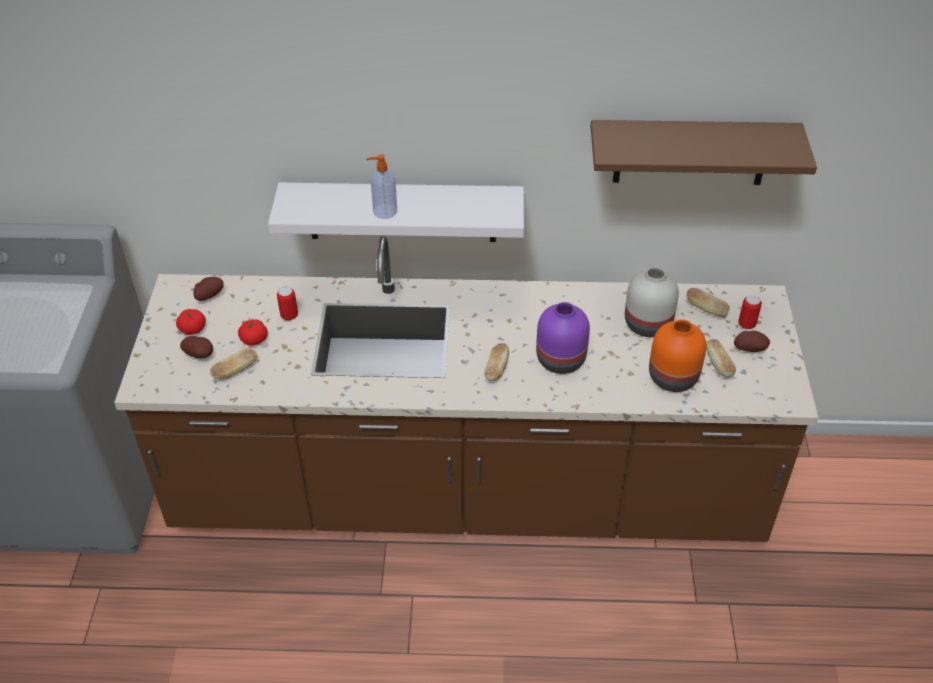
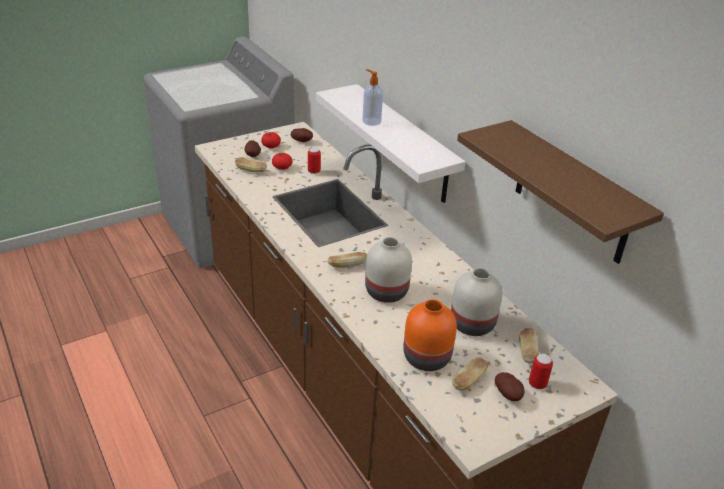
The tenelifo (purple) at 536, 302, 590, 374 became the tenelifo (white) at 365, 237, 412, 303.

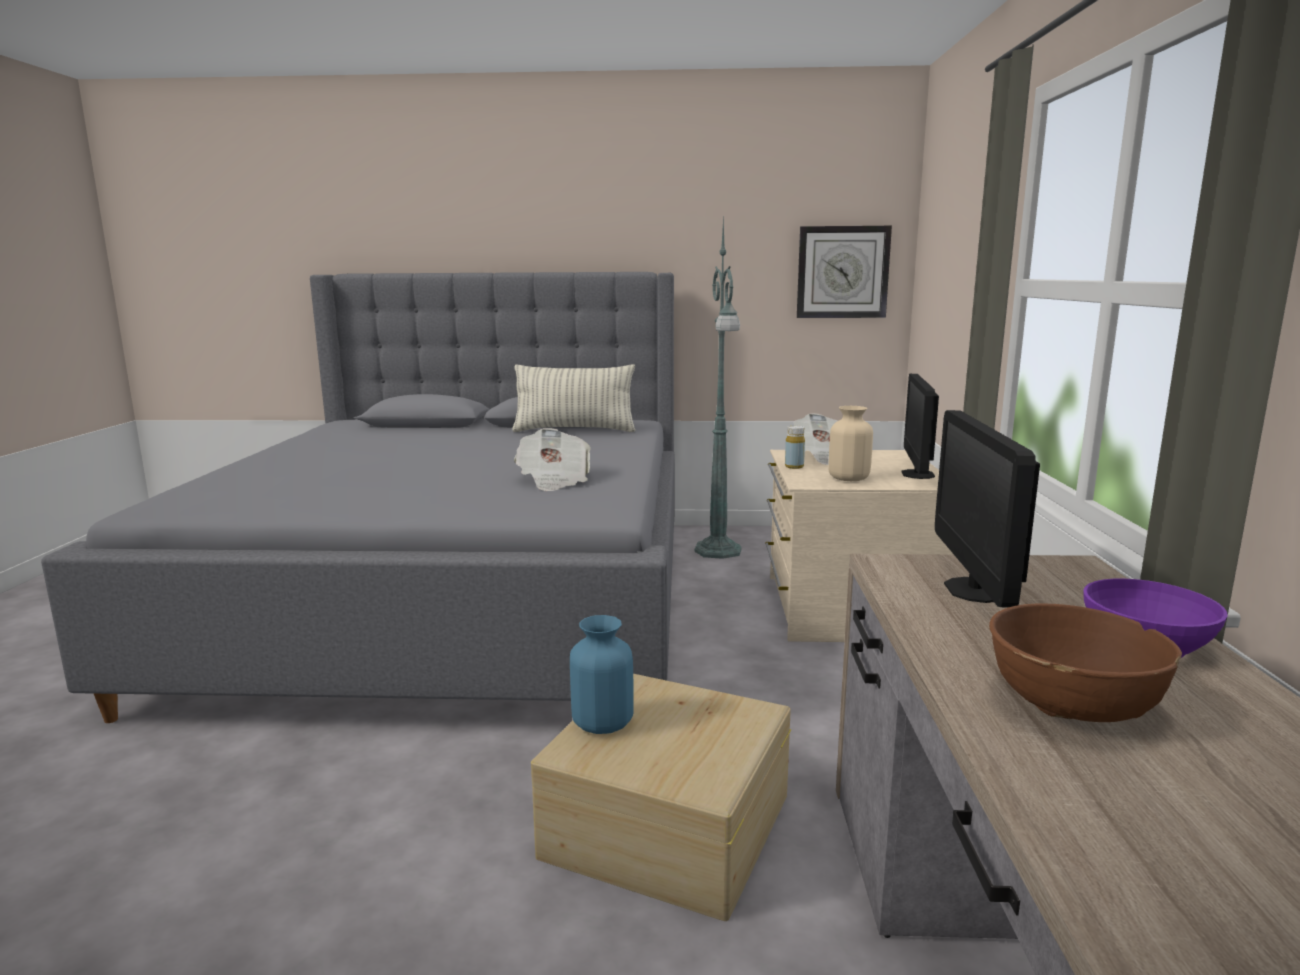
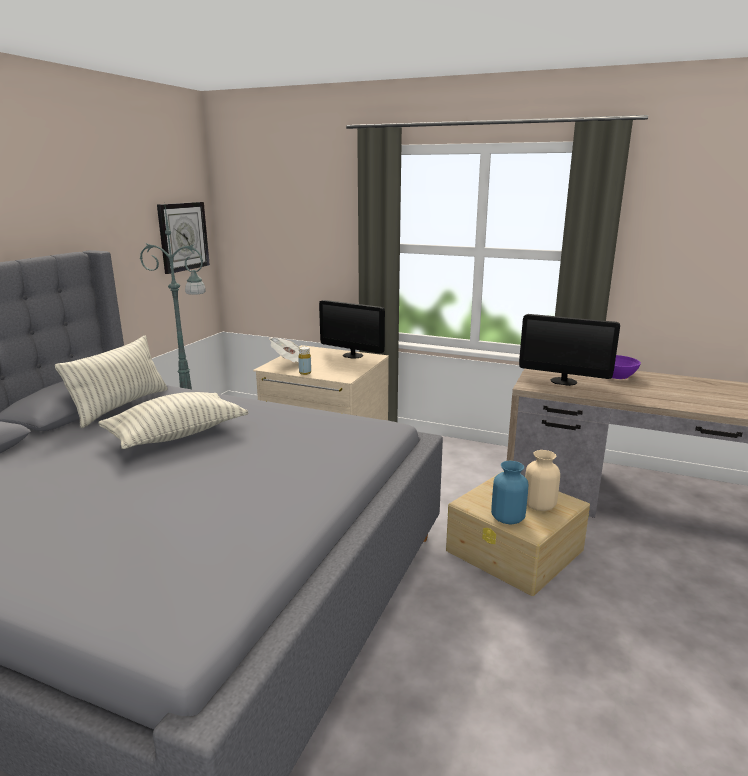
The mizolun at 514, 428, 591, 491 disappeared.
The tenelifo (beige) moved from 828, 406, 873, 481 to 525, 450, 560, 511.
The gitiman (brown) at 989, 603, 1182, 722 disappeared.
The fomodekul at 98, 392, 248, 449 appeared.

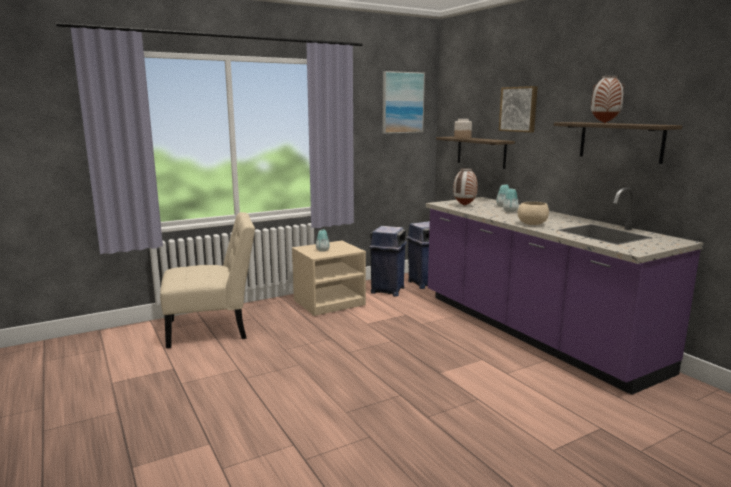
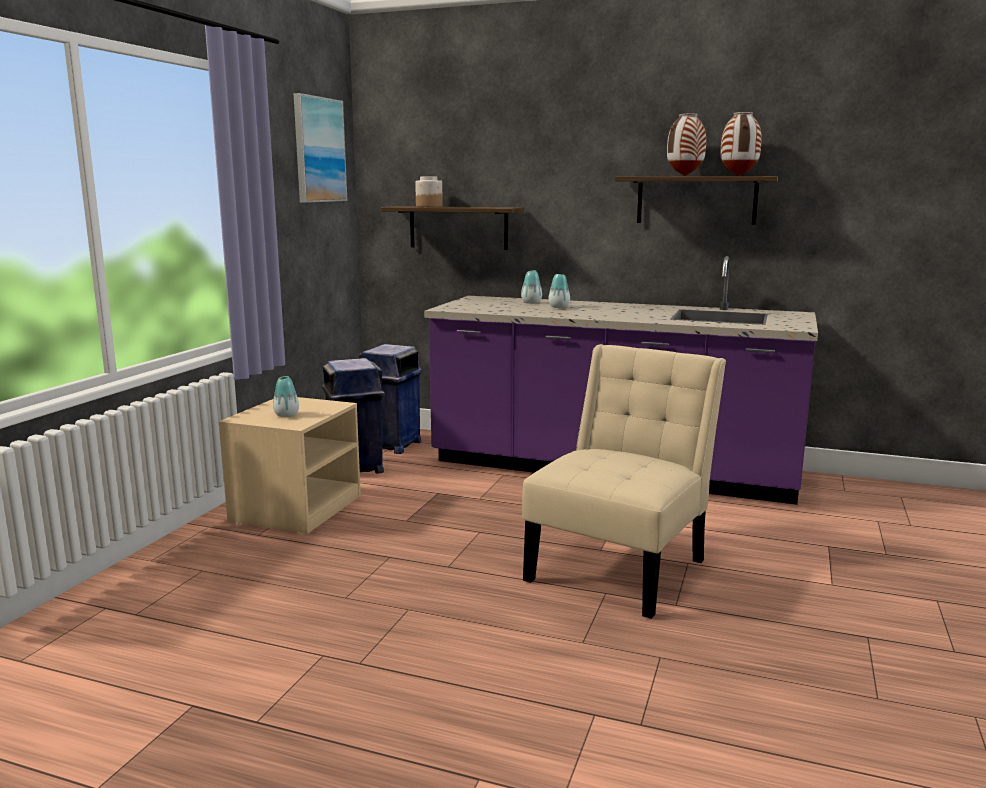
The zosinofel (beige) moved from 160, 212, 255, 348 to 522, 344, 726, 619.
The tenelifo moved from 453, 168, 478, 206 to 721, 112, 762, 176.
The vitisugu at 499, 86, 538, 133 disappeared.
The gitiman (beige) at 517, 202, 549, 225 disappeared.

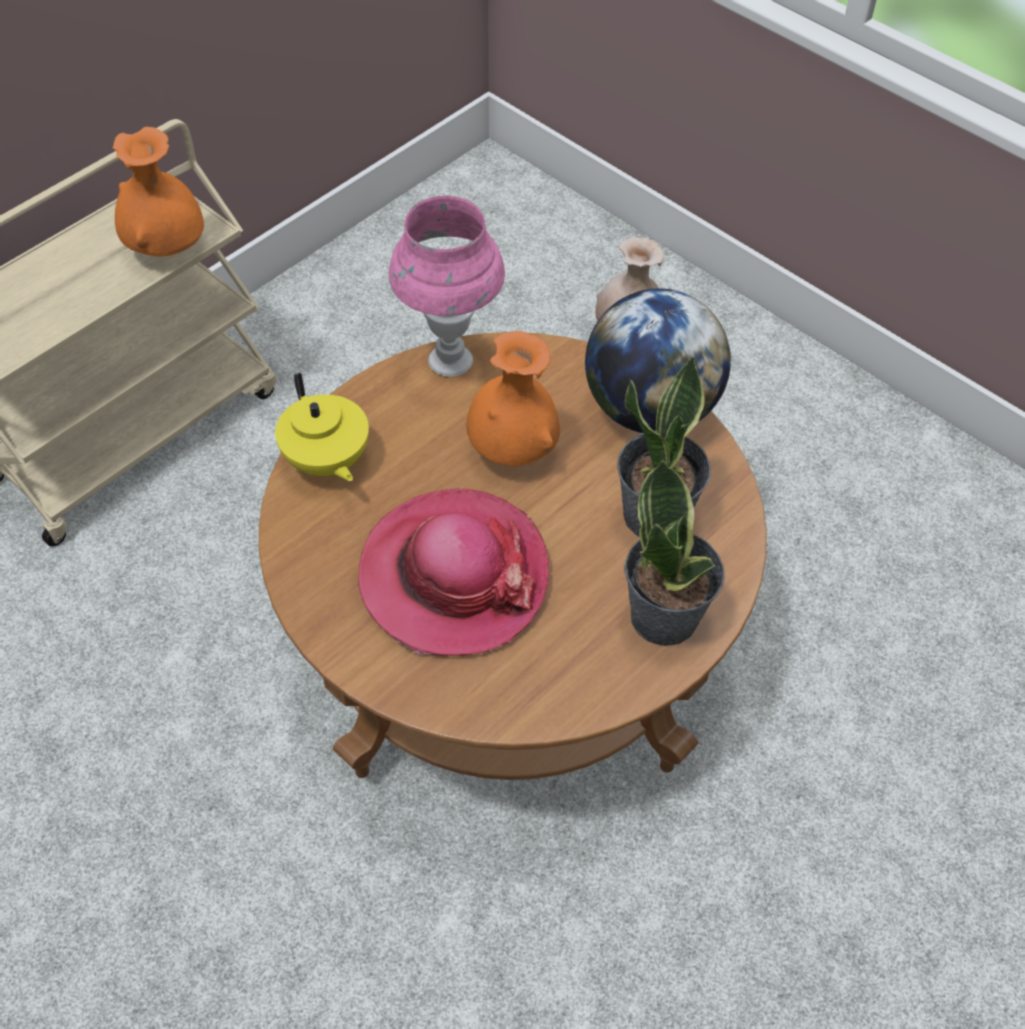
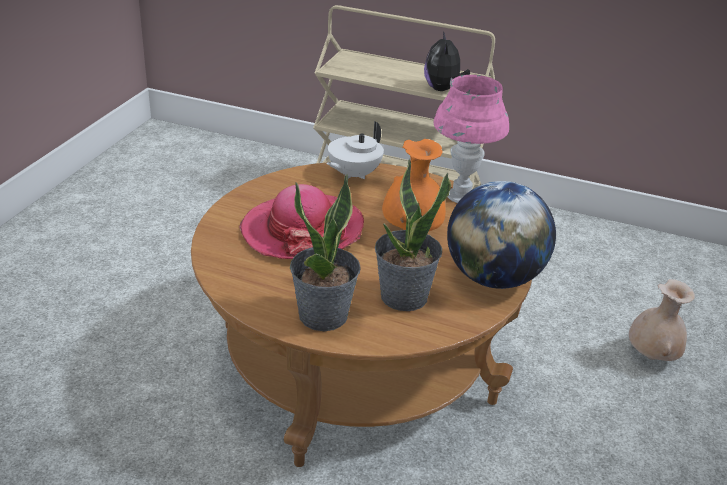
The tenelifo (orange) at 112, 127, 204, 256 was replaced by the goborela at 424, 31, 470, 91.
The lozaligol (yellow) at 275, 373, 369, 481 became the lozaligol (white) at 326, 121, 384, 179.

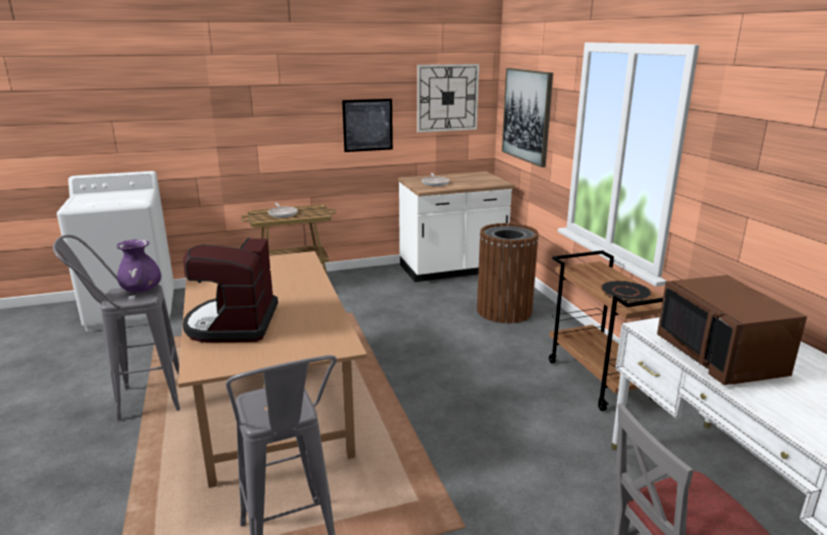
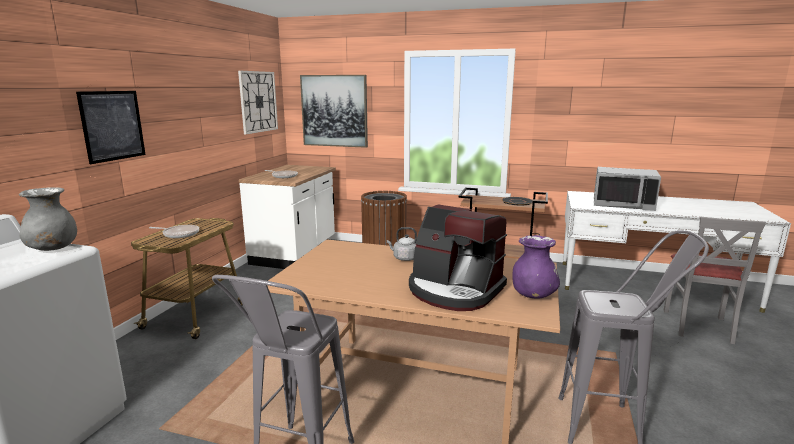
The tenelifo (purple) moved from 117, 239, 161, 292 to 512, 235, 560, 299.
The vitisugu moved from 342, 99, 393, 152 to 76, 91, 145, 164.
The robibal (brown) at 657, 275, 807, 385 became the robibal (grey) at 594, 167, 661, 211.
The tenelifo (grey) at 19, 187, 77, 251 appeared.
The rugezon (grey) at 387, 227, 417, 261 appeared.

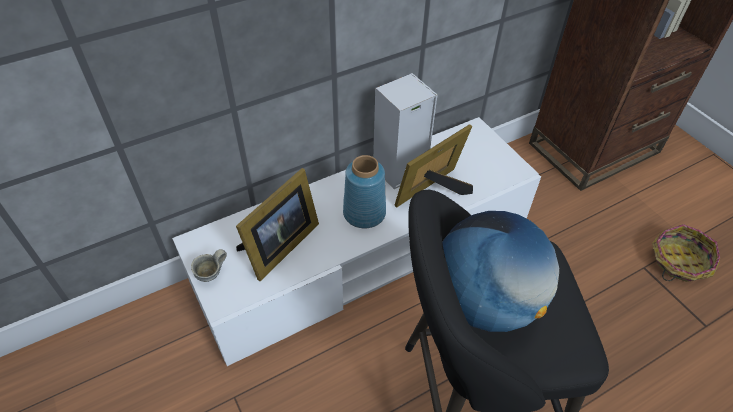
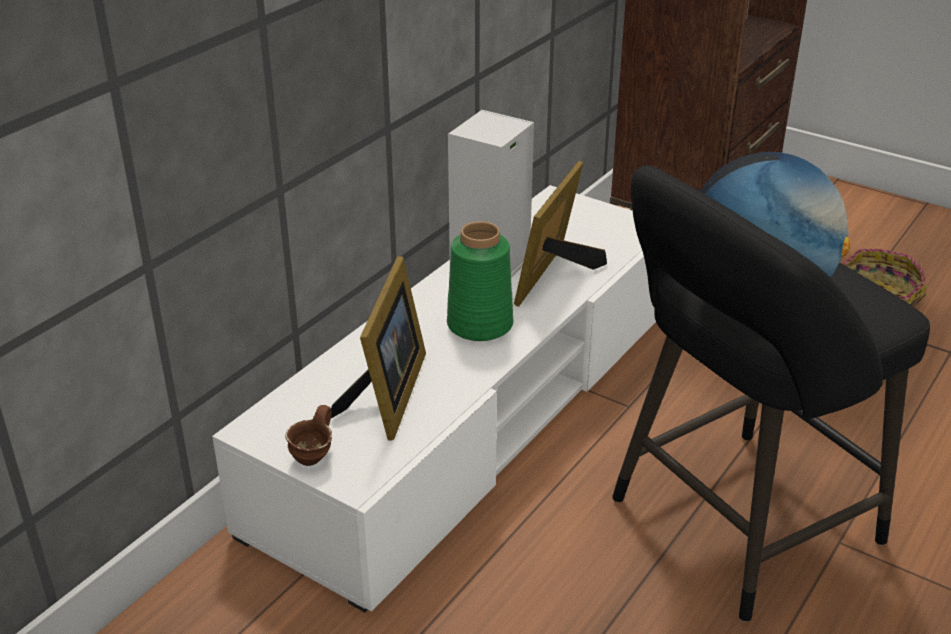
The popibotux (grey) at 191, 249, 227, 282 became the popibotux (brown) at 285, 405, 332, 466.
The tenelifo (blue) at 343, 155, 386, 228 became the tenelifo (green) at 447, 221, 513, 341.

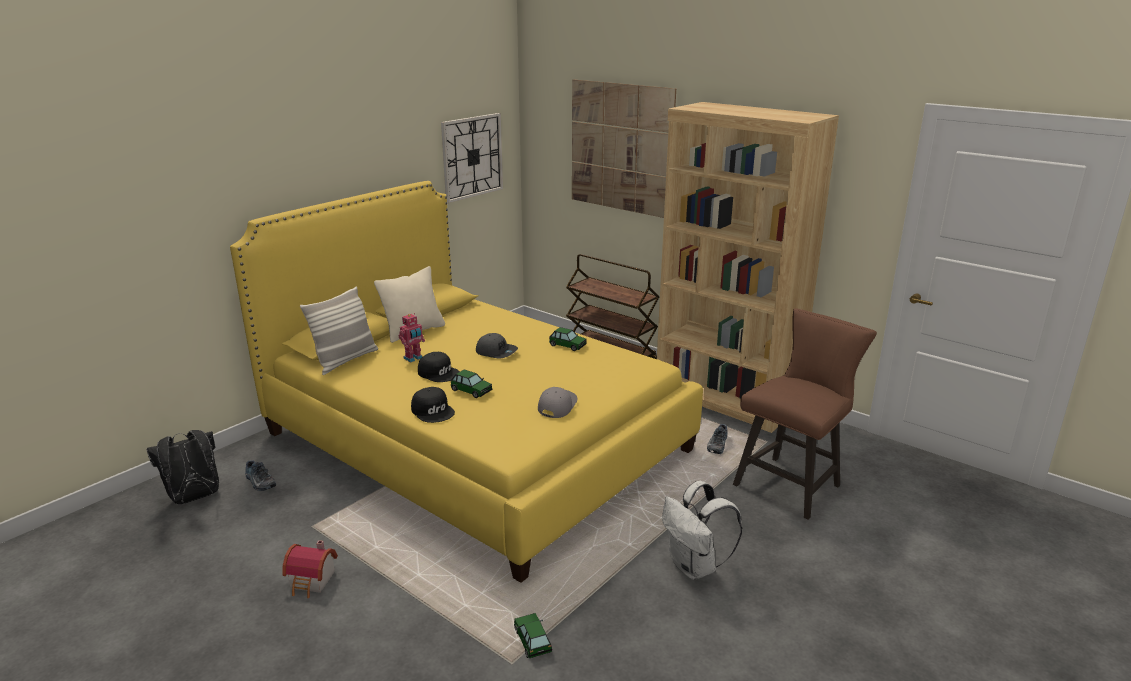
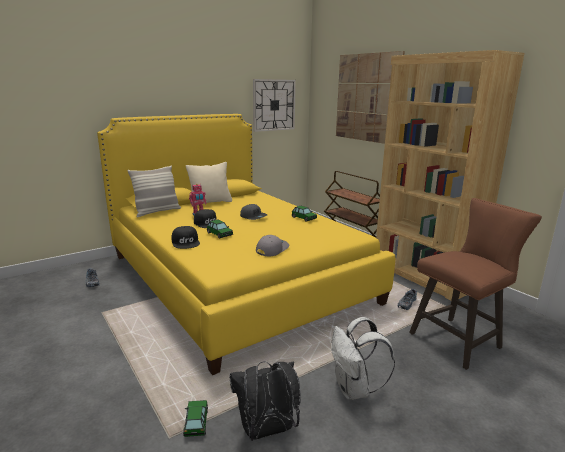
The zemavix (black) moved from 147, 430, 219, 504 to 229, 361, 301, 441.
The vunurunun at 282, 540, 338, 598 disappeared.

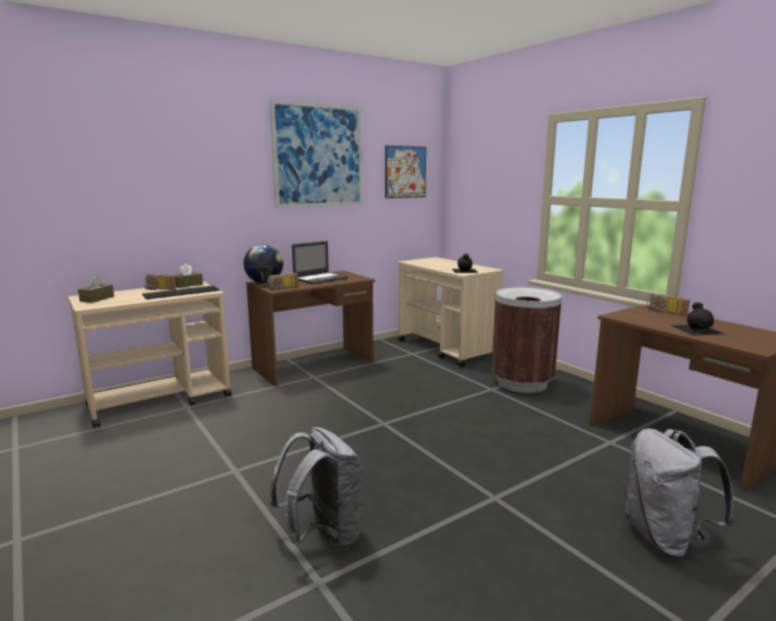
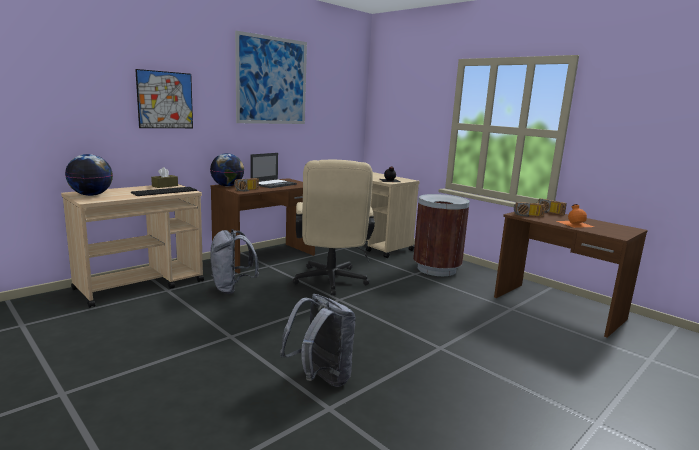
The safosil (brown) at 78, 275, 114, 303 was replaced by the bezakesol at 65, 154, 113, 196.
The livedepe moved from 144, 274, 176, 290 to 514, 202, 545, 217.
The vitisugu moved from 385, 146, 426, 198 to 135, 69, 193, 128.
The zemavix (grey) moved from 625, 428, 734, 558 to 210, 229, 259, 294.
The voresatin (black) at 670, 302, 725, 336 became the voresatin (orange) at 557, 204, 594, 228.
The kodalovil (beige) at 293, 160, 375, 295 appeared.

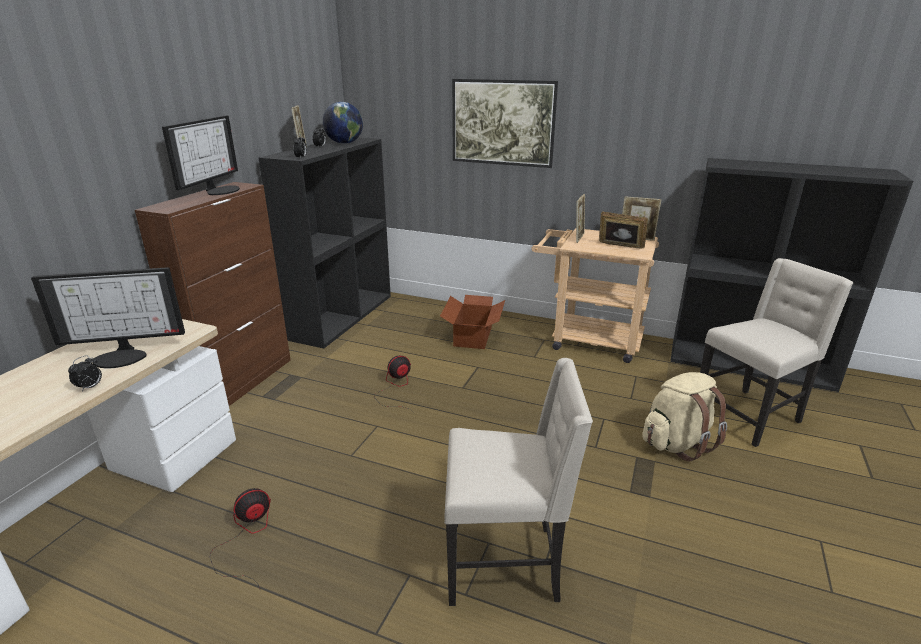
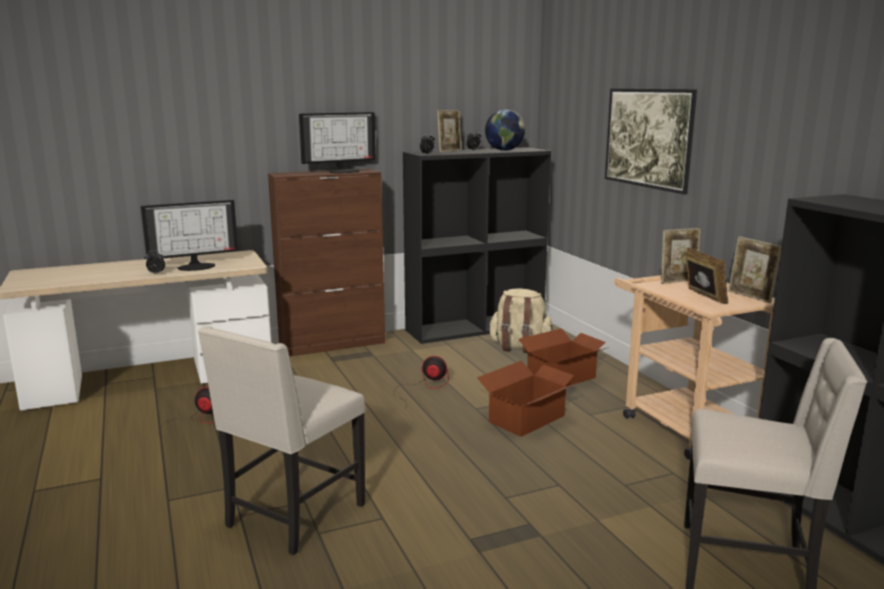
The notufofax at 31, 267, 185, 368 turned 60 degrees counterclockwise.
The zosinofel (beige) at 444, 358, 593, 606 turned 75 degrees clockwise.
The zemavix (beige) moved from 642, 372, 727, 461 to 488, 288, 553, 353.
The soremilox at 477, 361, 580, 437 appeared.

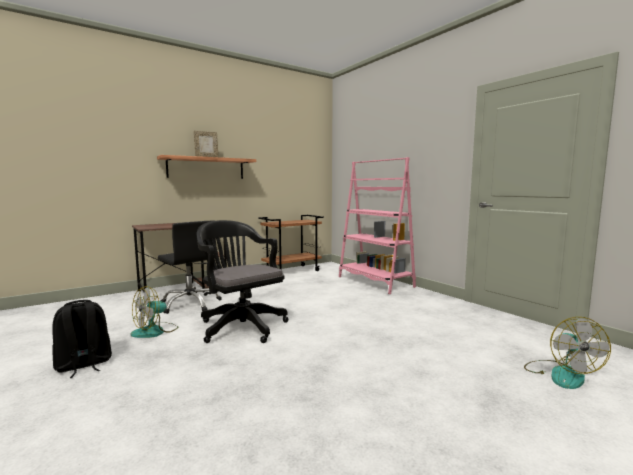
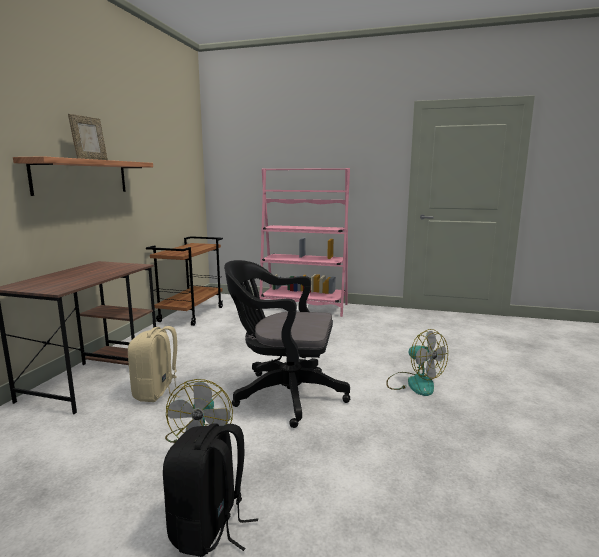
The kodalovil (black) at 158, 221, 222, 314 was replaced by the zemavix (beige) at 128, 326, 188, 402.
The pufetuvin moved from 524, 317, 611, 389 to 386, 329, 448, 396.

